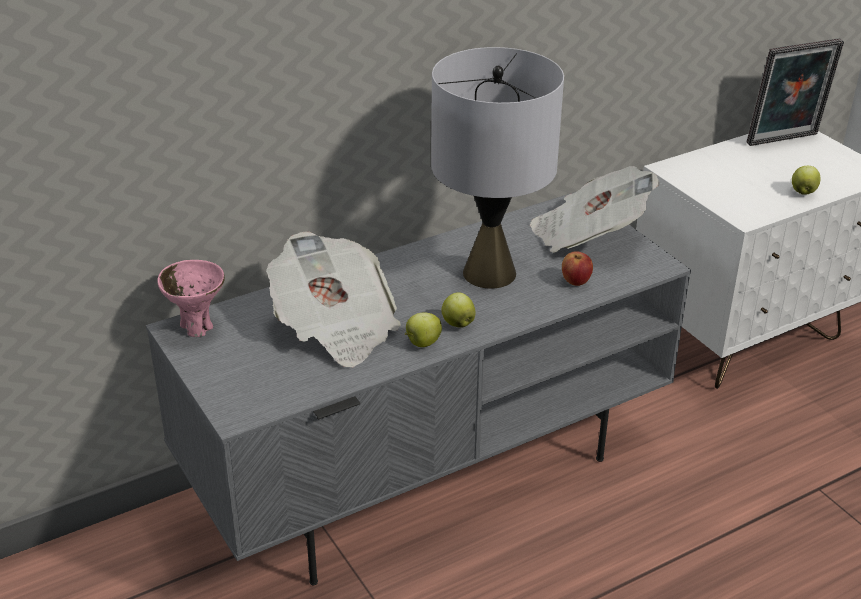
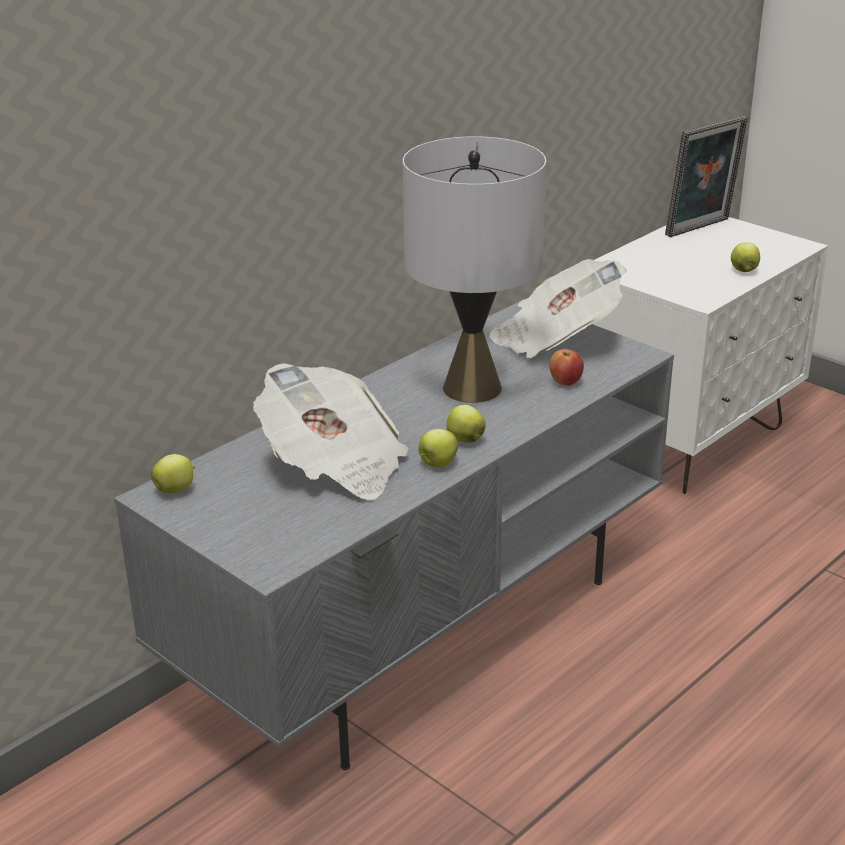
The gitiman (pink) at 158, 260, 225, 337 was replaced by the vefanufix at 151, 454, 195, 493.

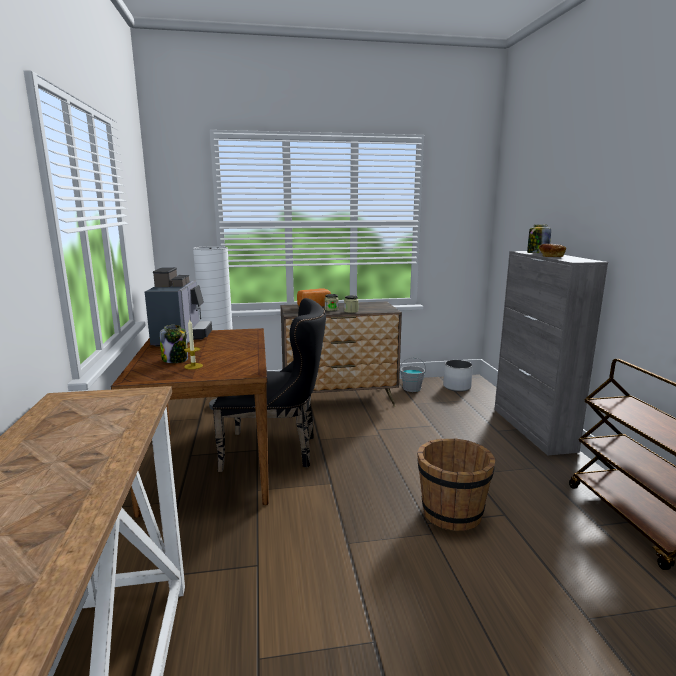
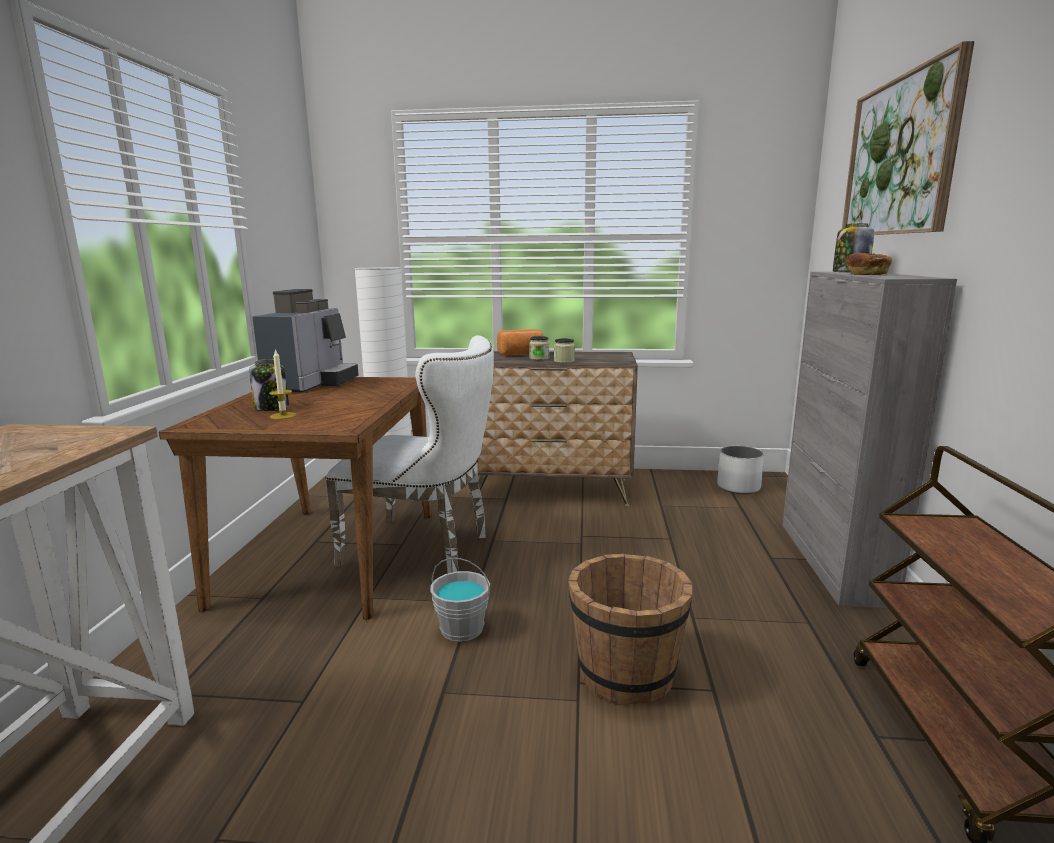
The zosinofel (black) at 213, 298, 326, 472 became the zosinofel (white) at 325, 335, 494, 573.
The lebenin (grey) moved from 400, 357, 426, 392 to 430, 558, 490, 642.
The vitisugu at 842, 41, 975, 235 appeared.

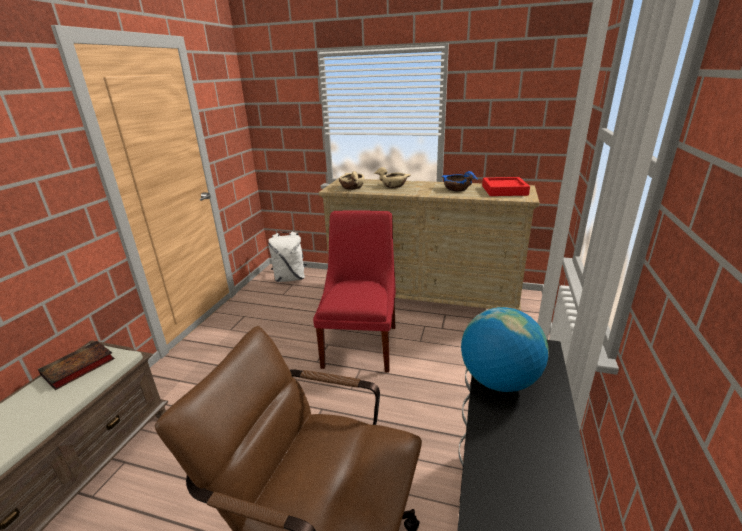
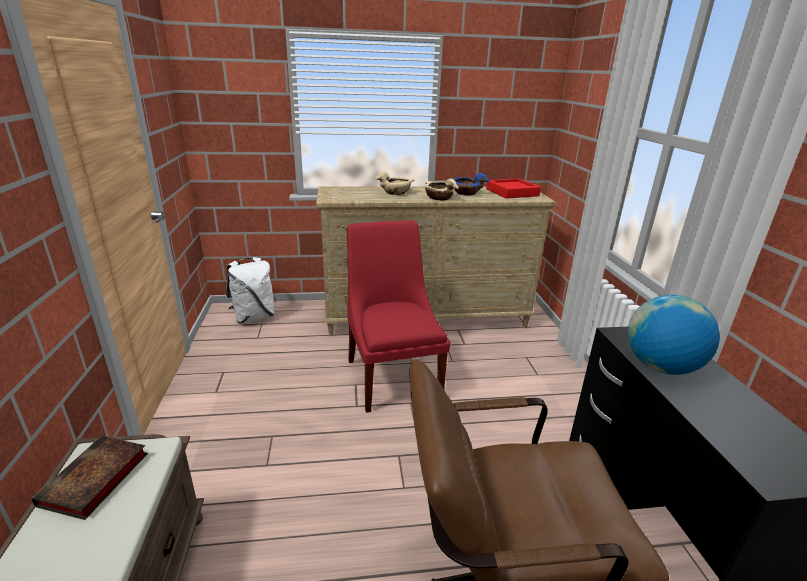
The gitiman (beige) moved from 339, 171, 365, 190 to 425, 179, 459, 200.

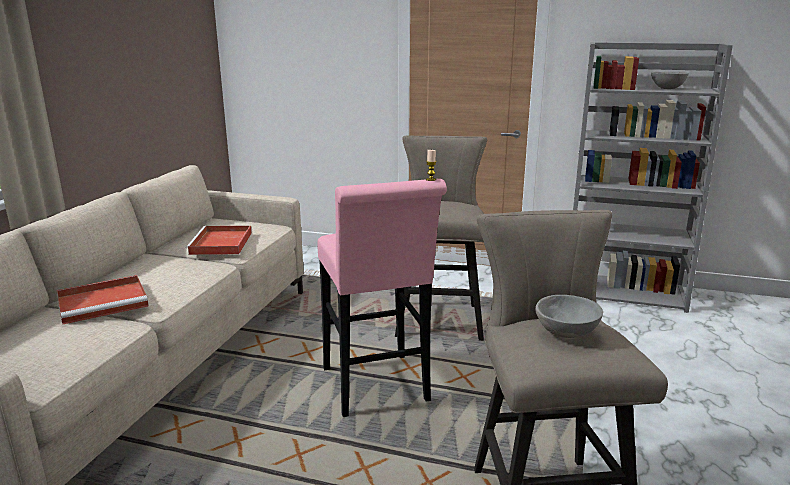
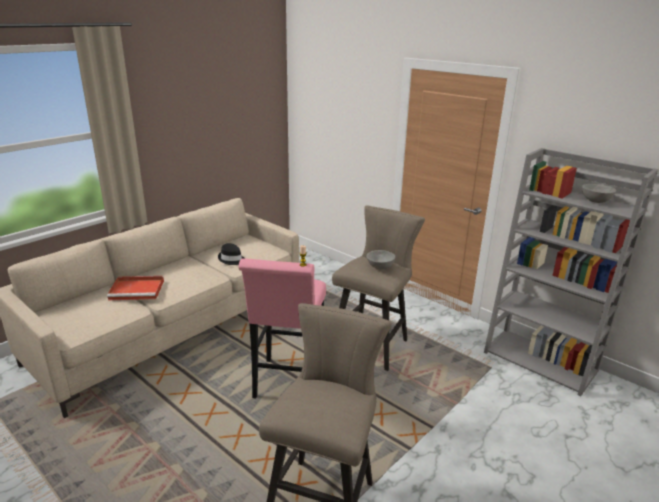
The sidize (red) at 186, 226, 252, 255 was replaced by the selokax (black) at 218, 243, 244, 265.
The gitiman (grey) moved from 535, 295, 603, 338 to 366, 250, 395, 269.

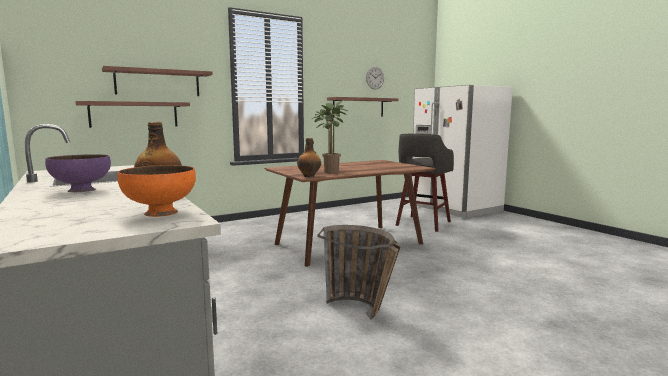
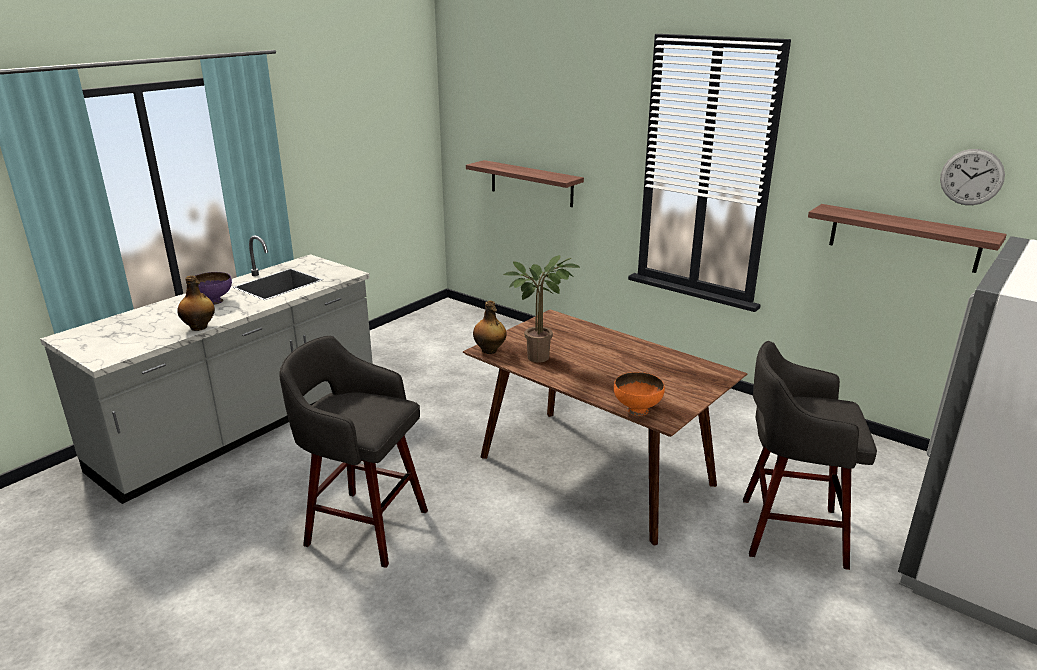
The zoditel at 102, 66, 213, 96 disappeared.
The gitiman (orange) moved from 117, 165, 196, 217 to 614, 372, 665, 416.
The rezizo at 317, 225, 400, 320 was replaced by the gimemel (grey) at 279, 336, 428, 568.

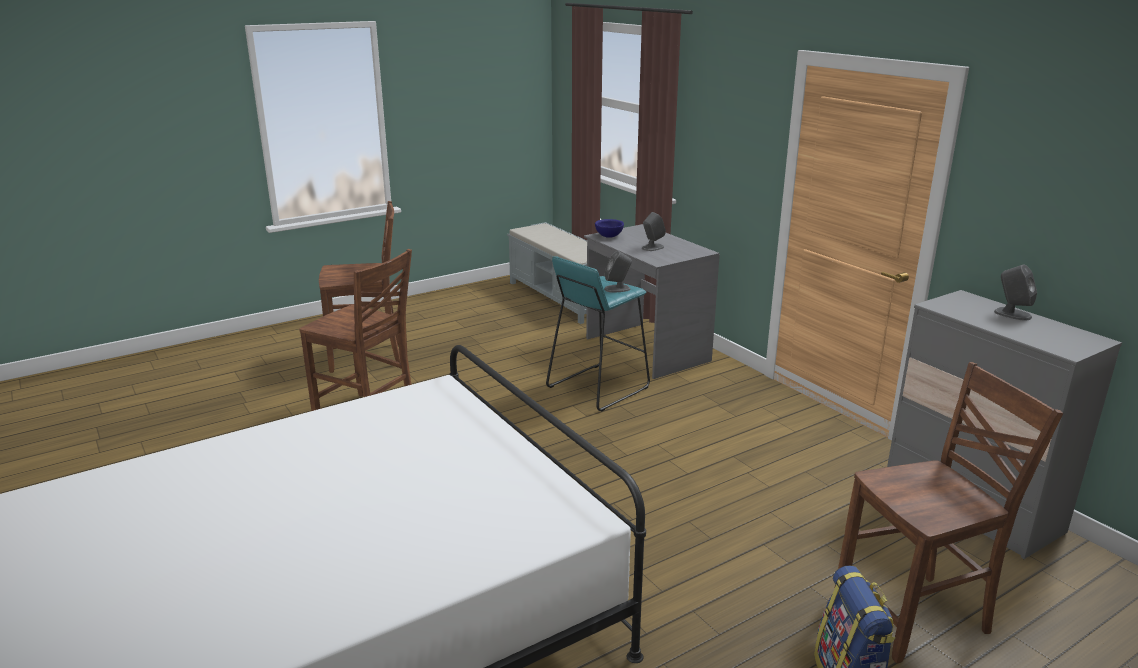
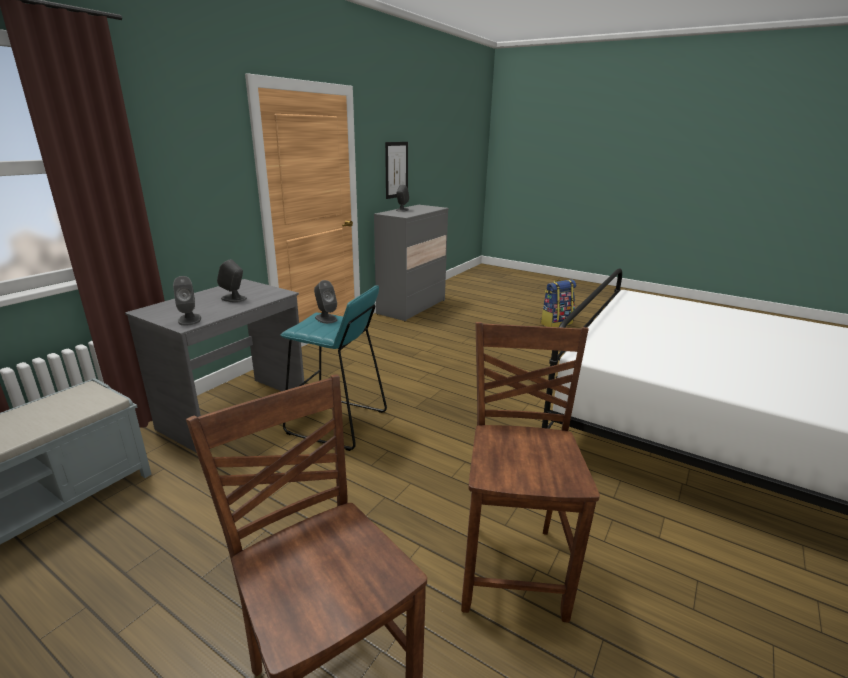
The gitiman (blue) at 595, 219, 624, 238 was replaced by the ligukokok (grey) at 173, 276, 201, 326.
The zosinofel (brown) at 834, 362, 1063, 663 disappeared.
The vitisugu at 385, 142, 408, 199 appeared.

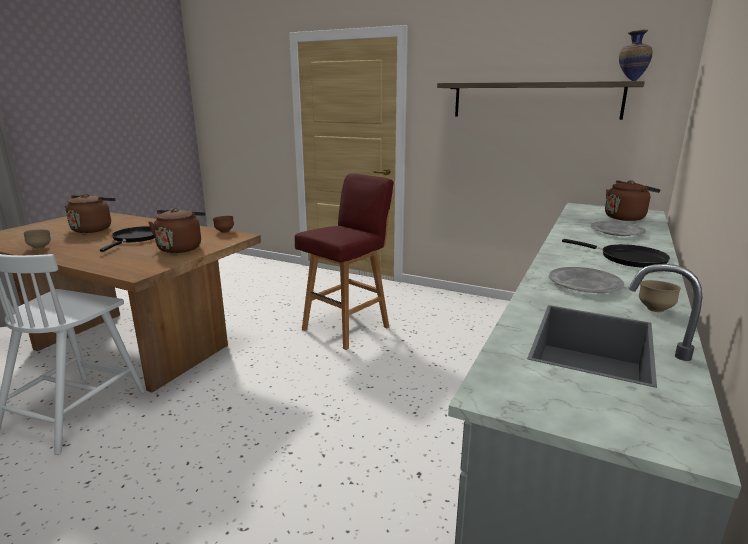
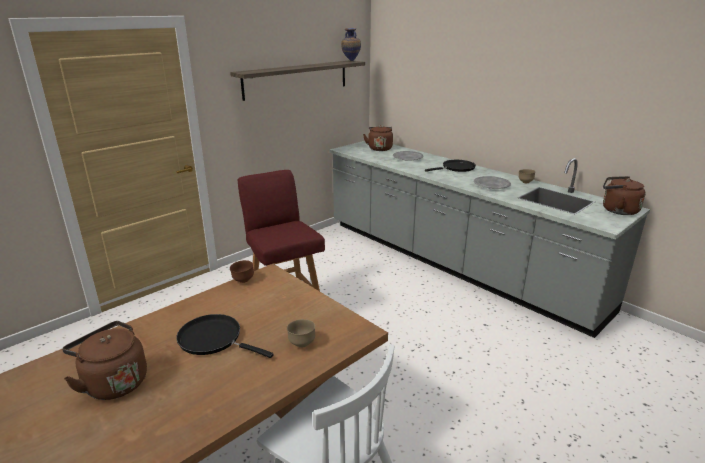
The gitiman (brown) moved from 23, 229, 51, 249 to 287, 319, 315, 348.
The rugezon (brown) moved from 148, 208, 206, 253 to 603, 176, 645, 215.

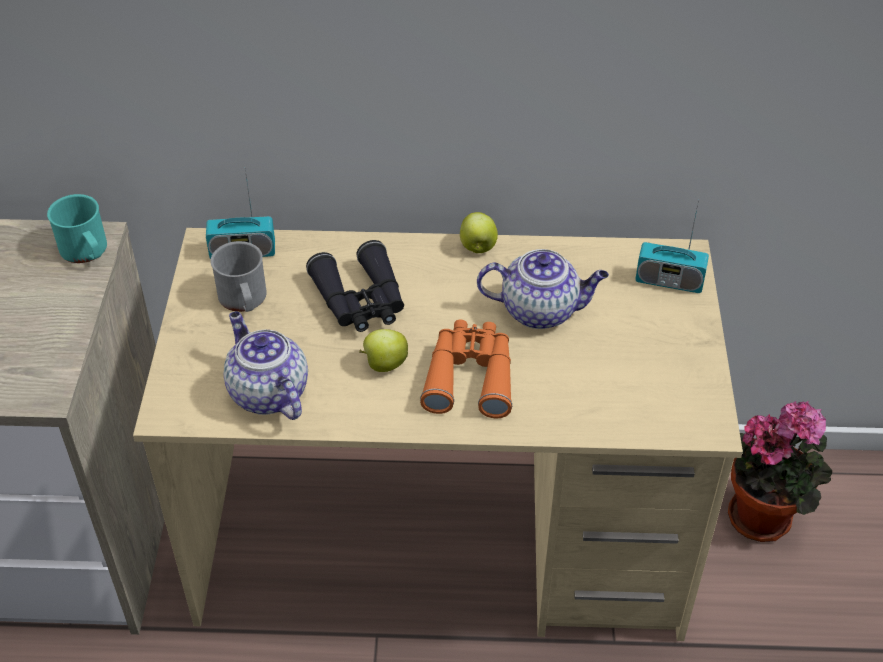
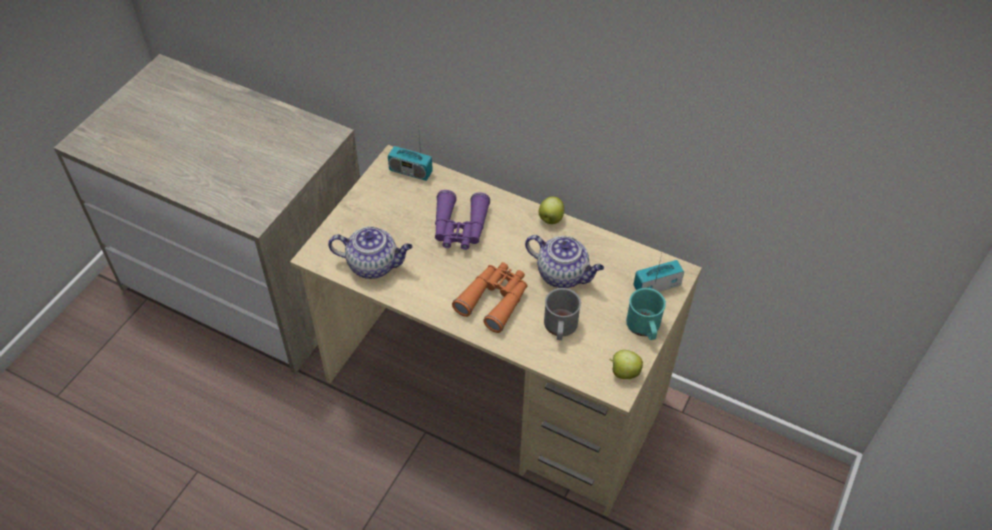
The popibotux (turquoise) moved from 47, 194, 107, 263 to 626, 288, 666, 340.
The popibotux (grey) moved from 210, 241, 266, 312 to 544, 288, 581, 340.
The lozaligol at 224, 312, 308, 420 turned 105 degrees clockwise.
The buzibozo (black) at 306, 240, 404, 332 became the buzibozo (purple) at 435, 190, 490, 250.
The vefanufix moved from 359, 329, 408, 372 to 609, 350, 643, 379.
The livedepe at 635, 200, 709, 293 turned 120 degrees clockwise.
The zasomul at 728, 401, 832, 542 disappeared.

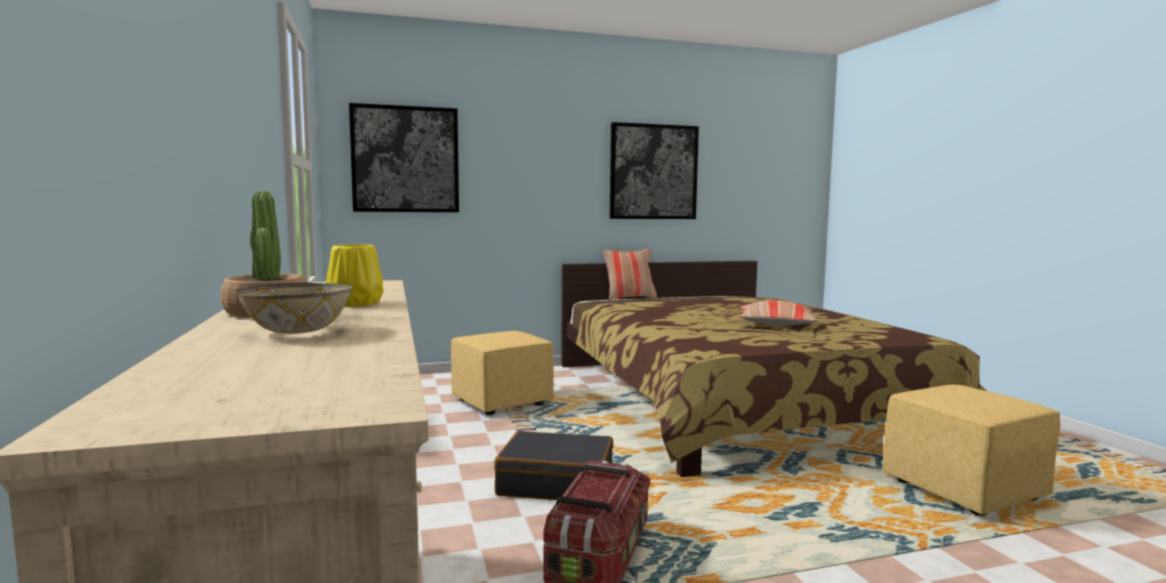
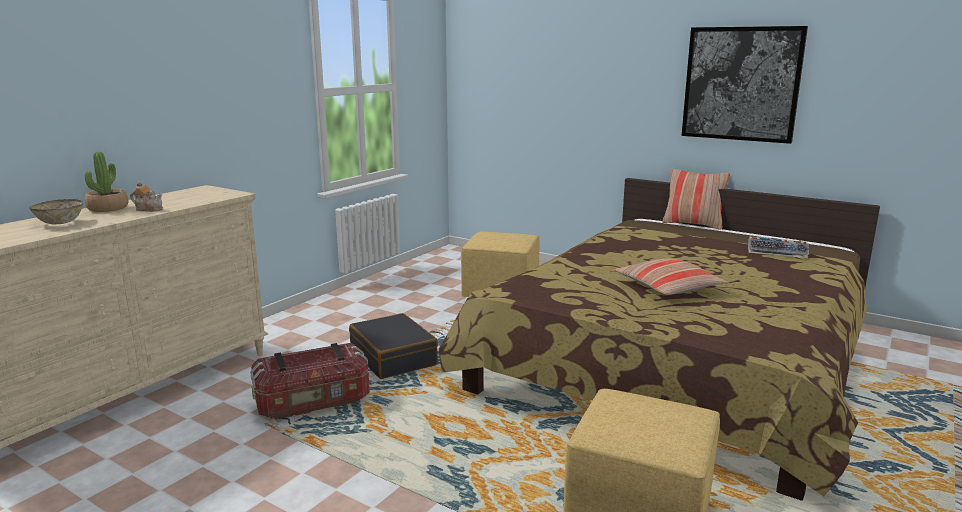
The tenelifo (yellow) at 326, 244, 383, 307 was replaced by the lozaligol at 130, 182, 163, 212.
The vitisugu at 349, 103, 459, 212 disappeared.
The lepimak at 748, 236, 809, 258 appeared.

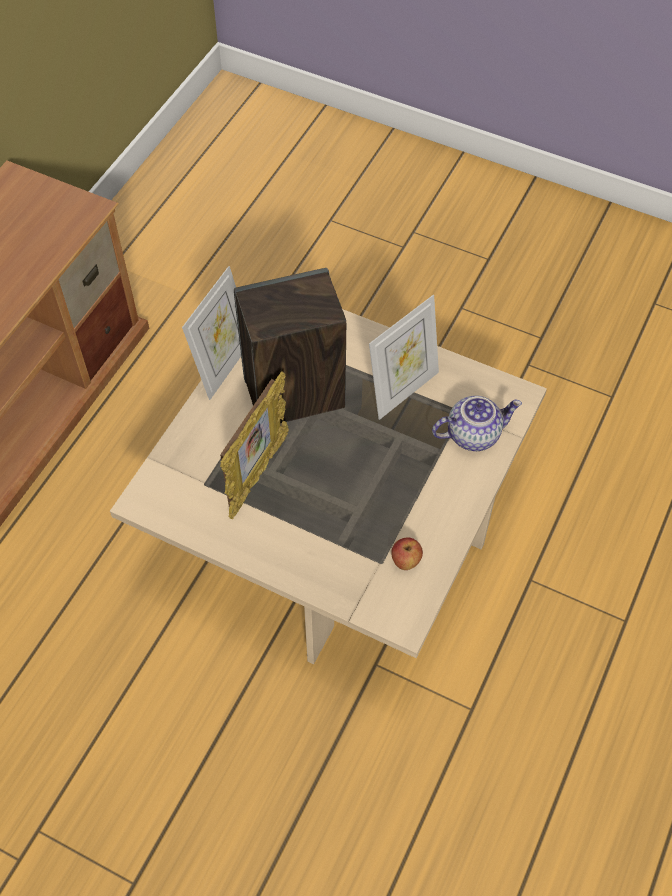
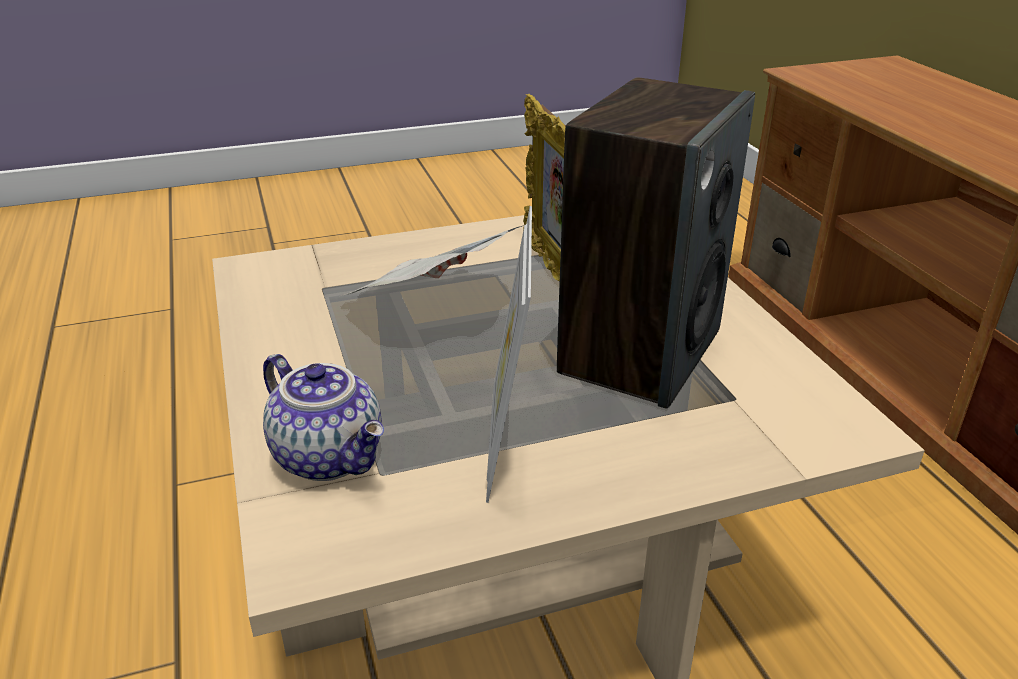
The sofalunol at 182, 266, 241, 400 disappeared.
The vefanufix at 391, 537, 423, 570 disappeared.
The lozaligol at 432, 396, 522, 451 turned 75 degrees counterclockwise.
The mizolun at 341, 226, 522, 296 appeared.

